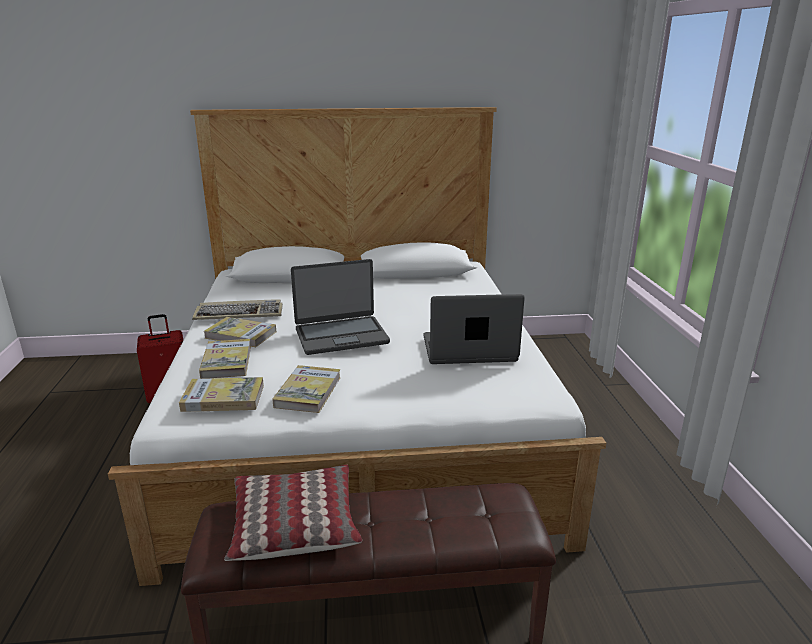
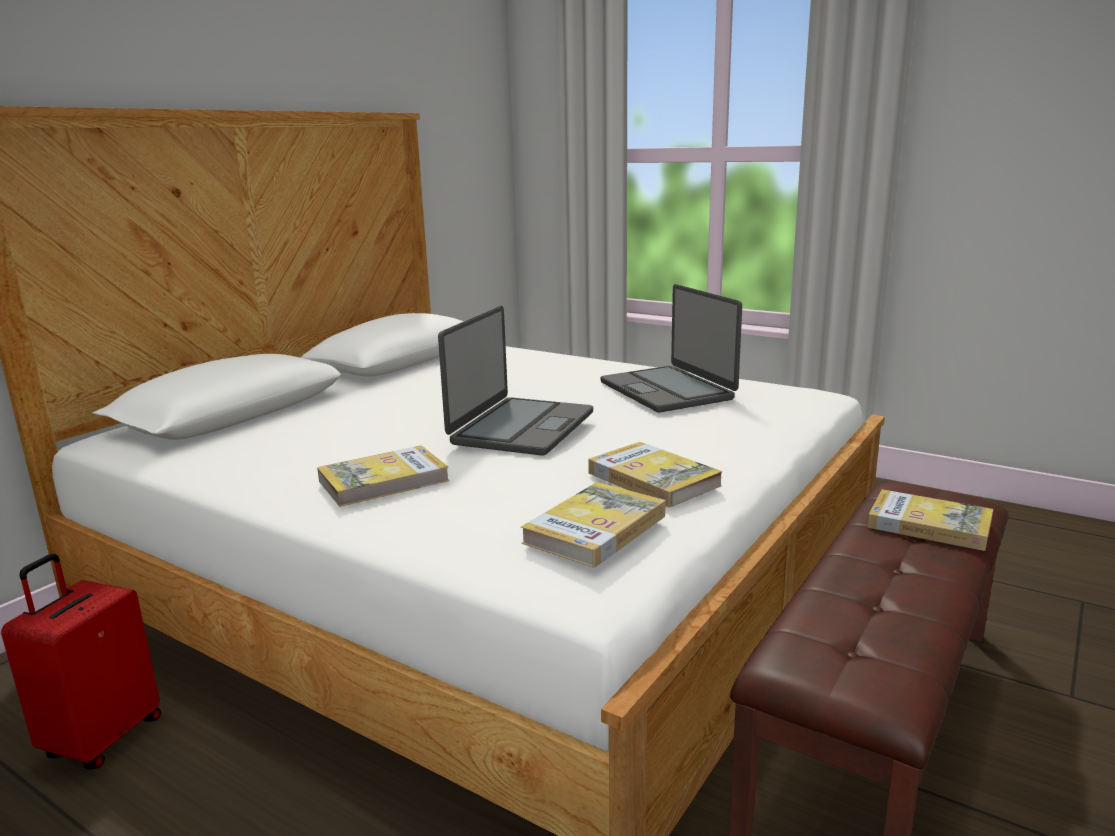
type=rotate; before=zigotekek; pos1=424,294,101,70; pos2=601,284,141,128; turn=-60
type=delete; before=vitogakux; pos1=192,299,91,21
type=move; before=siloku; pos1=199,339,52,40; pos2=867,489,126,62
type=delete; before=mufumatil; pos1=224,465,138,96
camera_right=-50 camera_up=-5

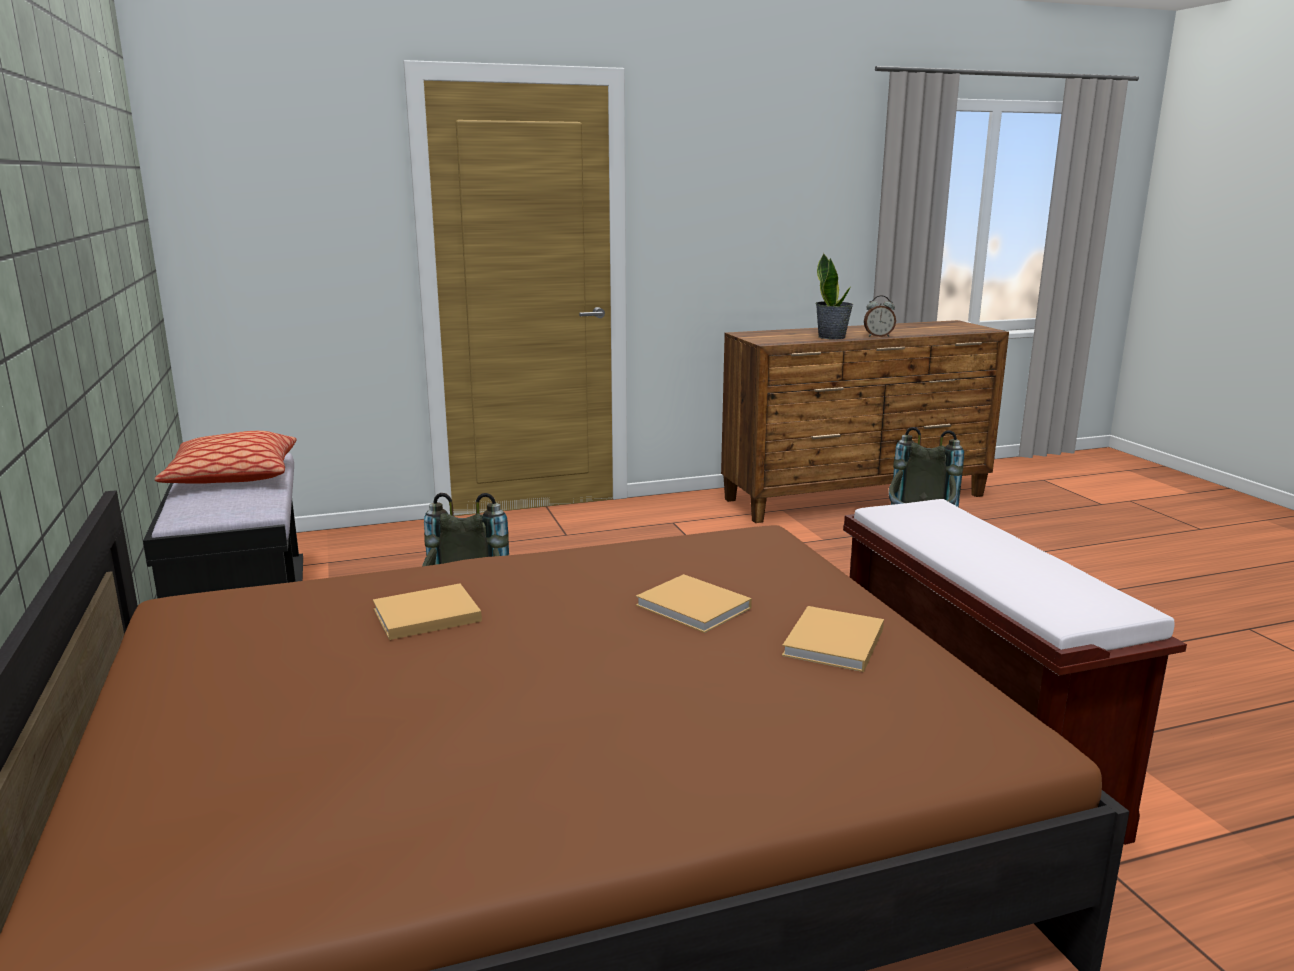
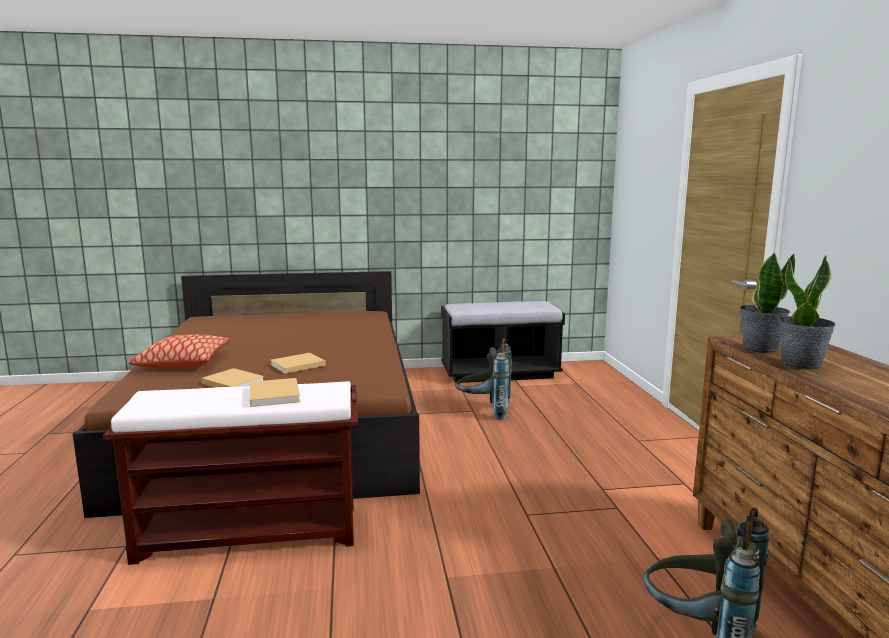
type=delete; before=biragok; pos1=864,295,32,42
type=move; before=mufumatil; pos1=155,431,142,53; pos2=129,334,101,34
type=move; before=beige siloku; pos1=373,584,109,56; pos2=250,378,50,29
type=insert; after=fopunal; pos2=739,252,56,102
camera_right=100 camera_up=-5

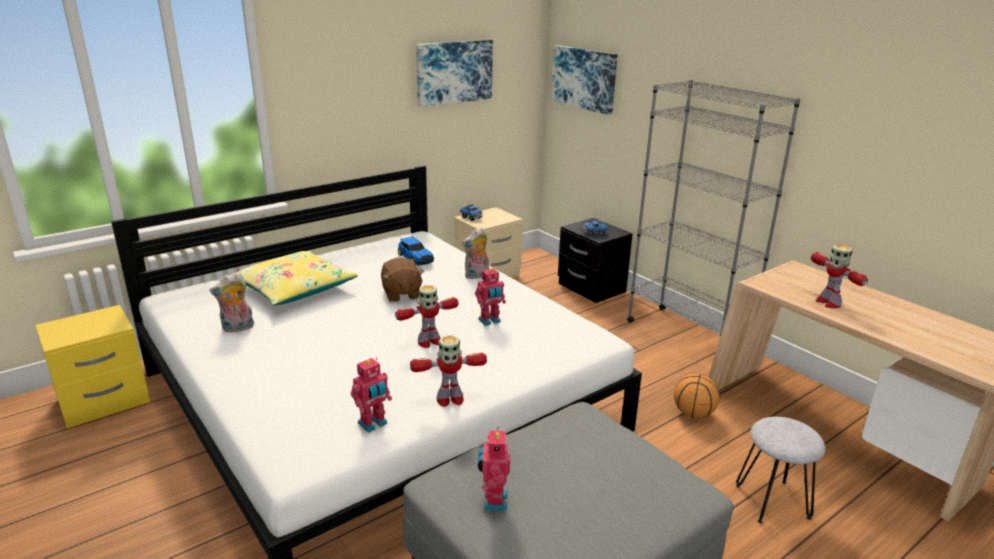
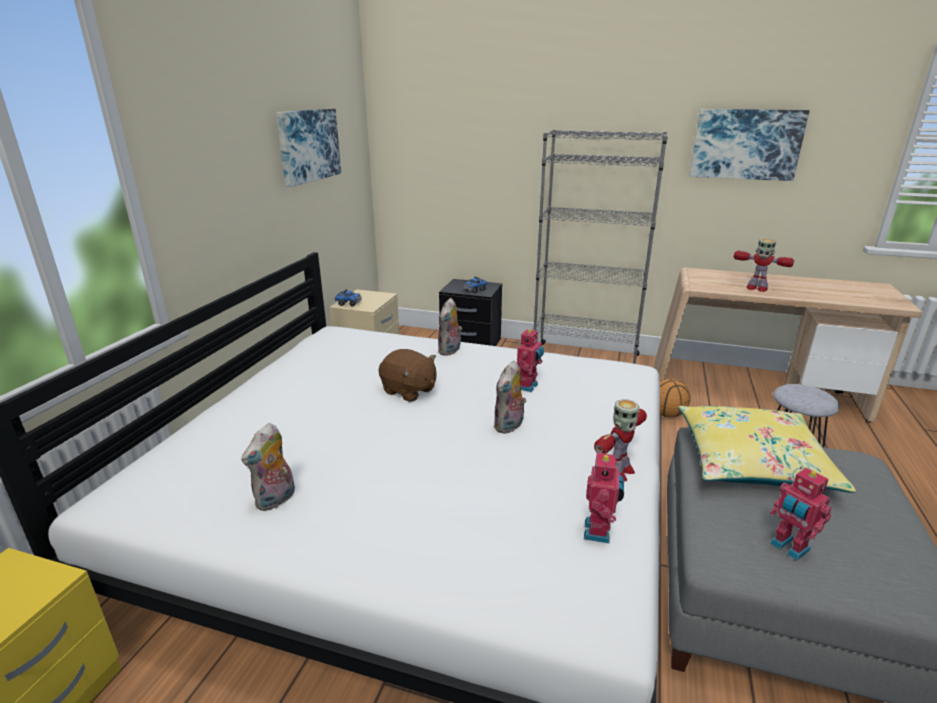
type=move; before=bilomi; pos1=551,45,67,70; pos2=690,109,120,72
type=delete; before=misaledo; pos1=398,236,36,30
type=move; before=yellow mufumatil; pos1=230,251,128,55; pos2=678,406,178,87
type=replace; before=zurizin; after=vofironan; pos1=395,285,64,63; pos2=494,361,33,73
camera_right=-35 camera_up=0

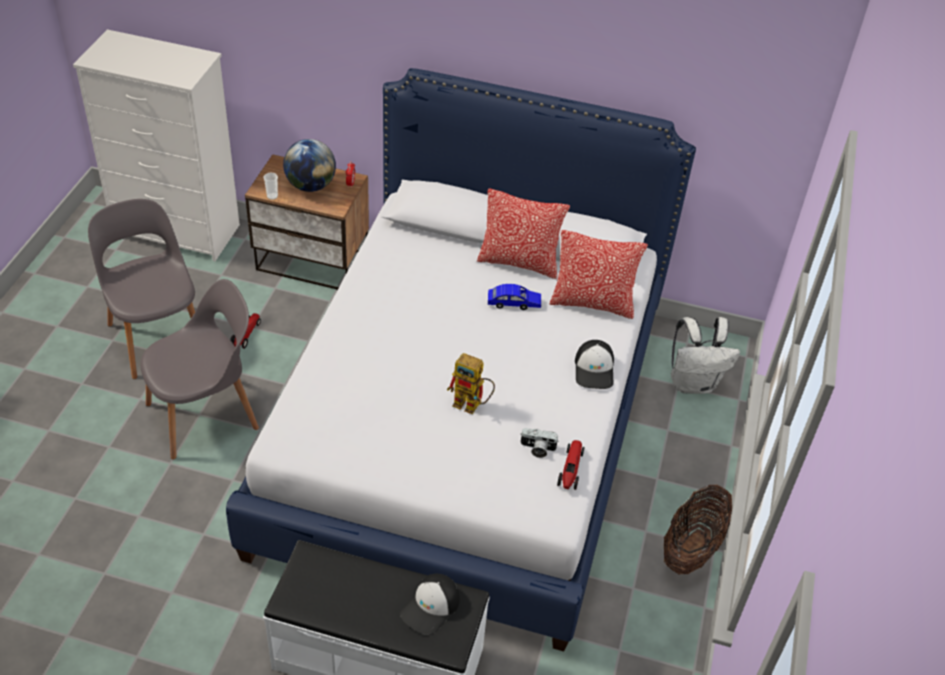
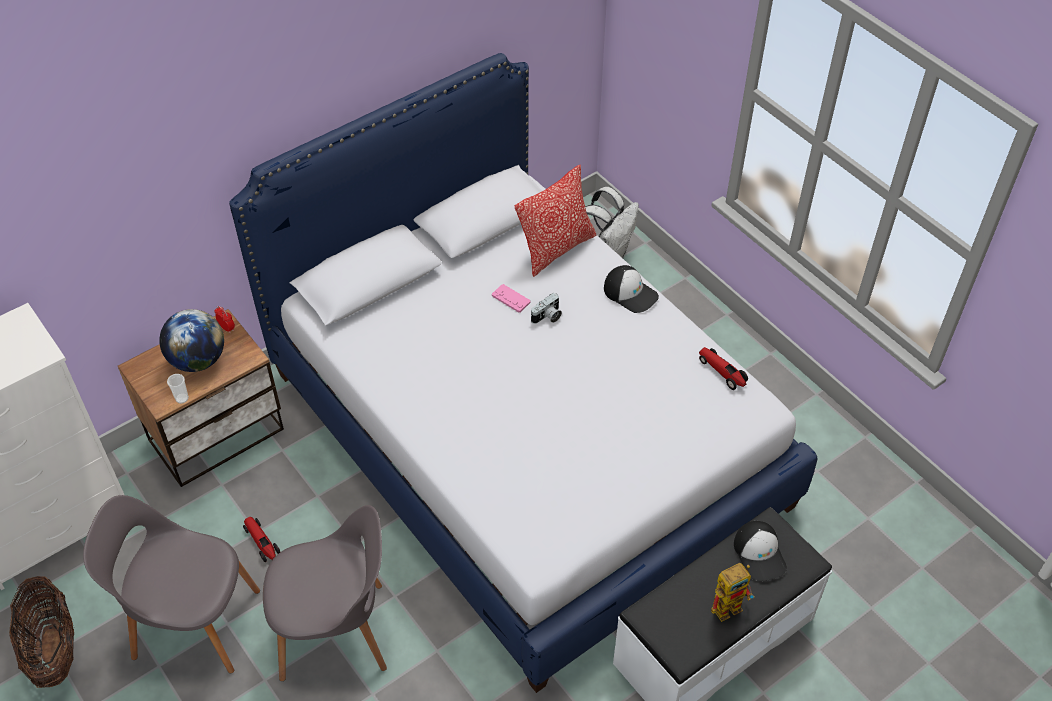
type=delete; before=mufumatil; pos1=477,188,93,91
type=rotate; before=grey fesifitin; pos1=140,279,119,181; pos2=263,505,124,176; turn=75
type=replace; before=blue misaledo; after=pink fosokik; pos1=488,284,53,26; pos2=492,284,38,29
type=move; before=zurizin; pos1=447,353,48,61; pos2=711,563,44,59
type=move; before=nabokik; pos1=520,428,39,30; pos2=531,293,31,31
type=move; before=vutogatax; pos1=664,485,68,89; pos2=9,576,65,112
camera_right=-50 camera_up=5

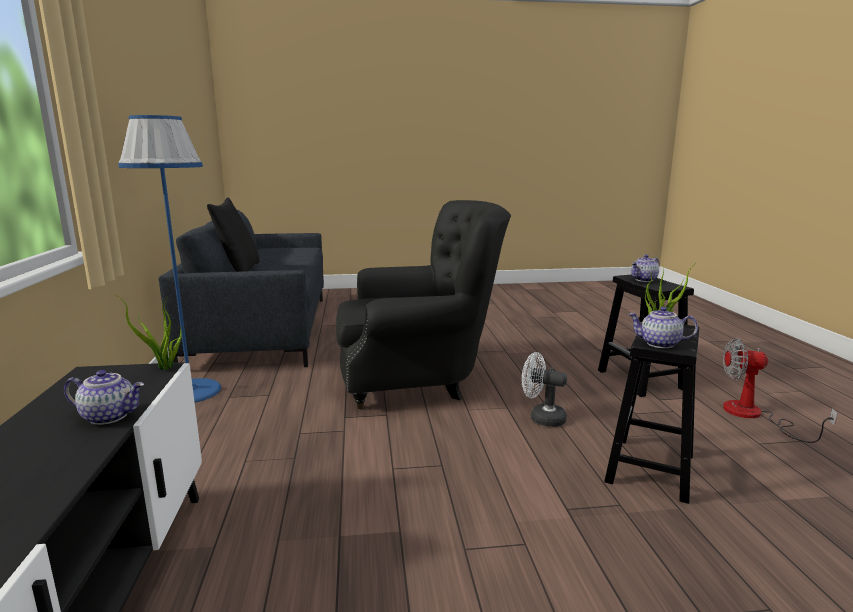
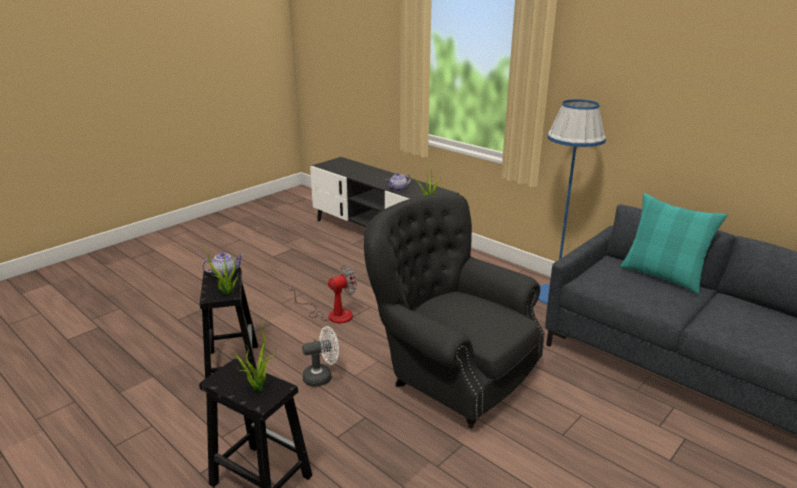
type=recolor; before=black mufumatil; after=turquoise mufumatil; pos1=207,198,52,74; pos2=620,193,107,101
type=rotate; before=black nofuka; pos1=336,200,175,209; pos2=364,193,180,235; turn=90
type=replace; before=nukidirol; after=fopunal; pos1=631,255,29,27; pos2=233,318,43,74
type=move; before=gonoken; pos1=723,338,115,105; pos2=288,265,69,59
camera_right=140 camera_up=10

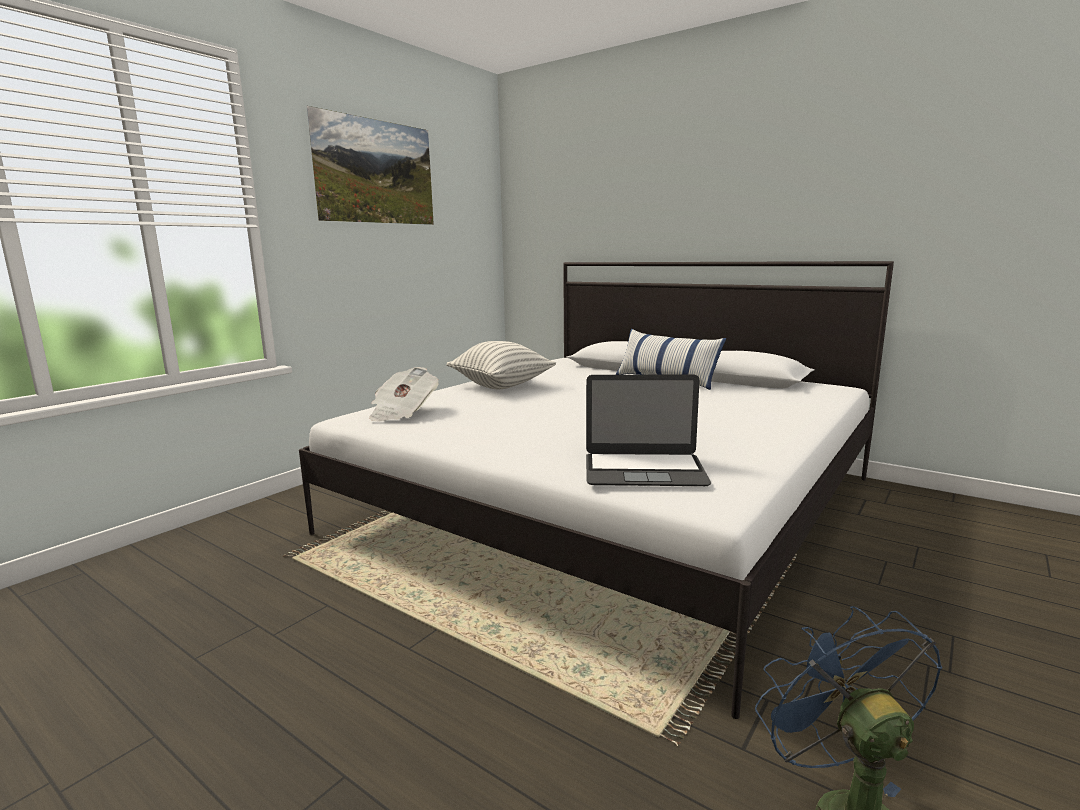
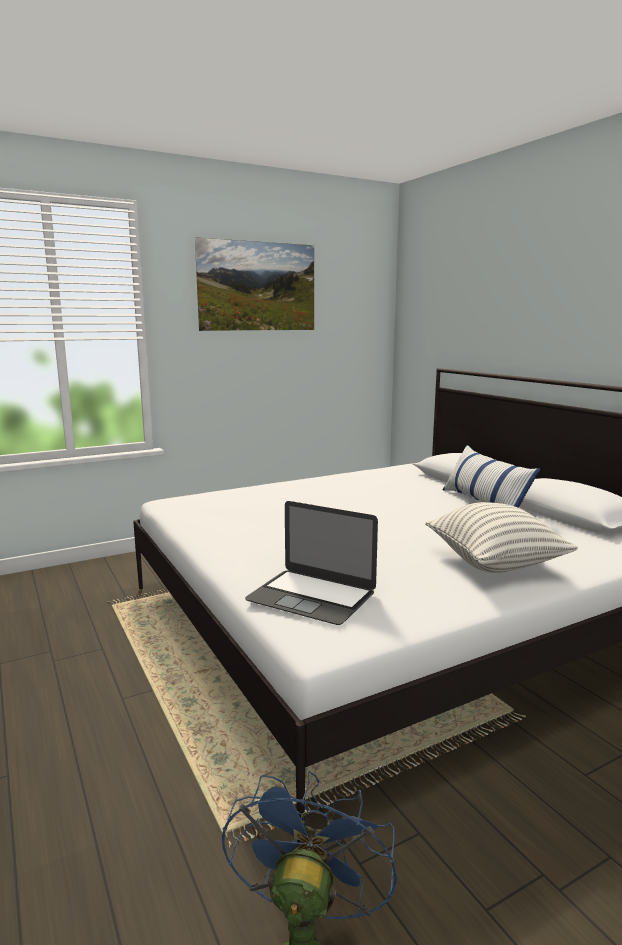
type=move; before=mufumatil; pos1=446,341,110,48; pos2=425,502,153,71
type=delete; before=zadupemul; pos1=369,367,70,54
camera_right=25 camera_up=0

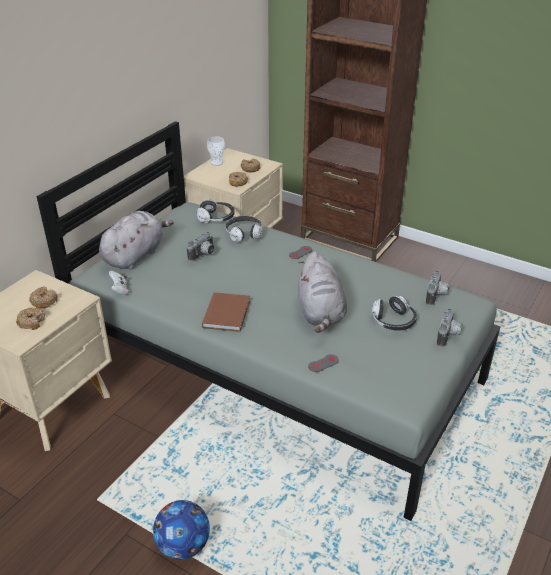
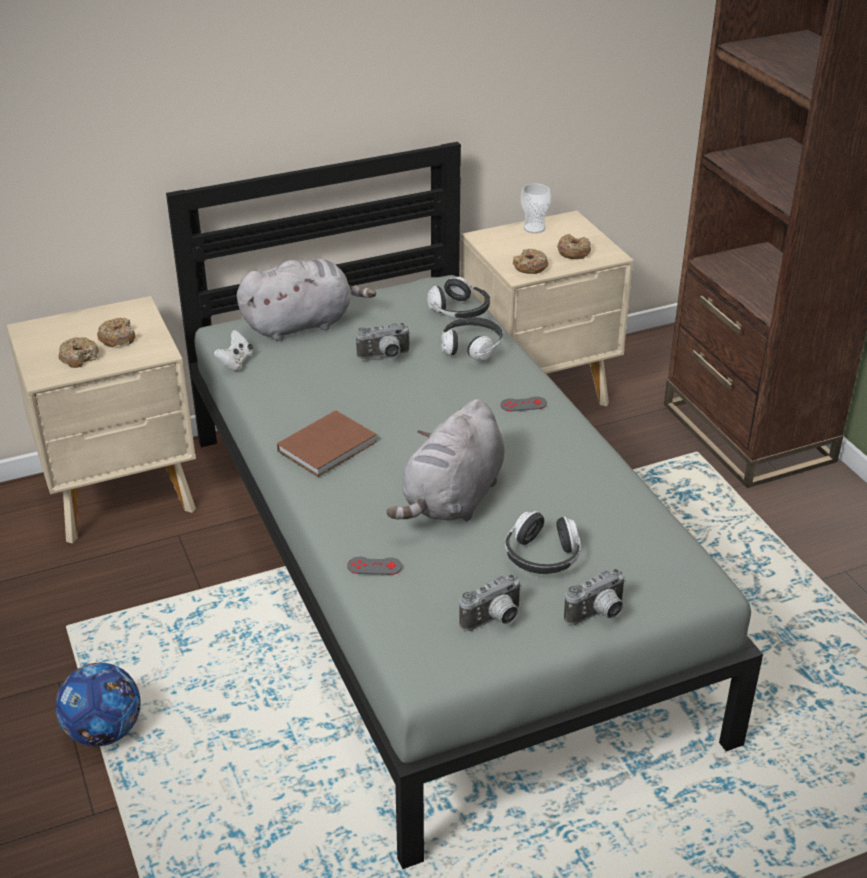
type=move; before=nabokik; pos1=426,271,23,35; pos2=459,574,63,57
camera_right=35 camera_up=0

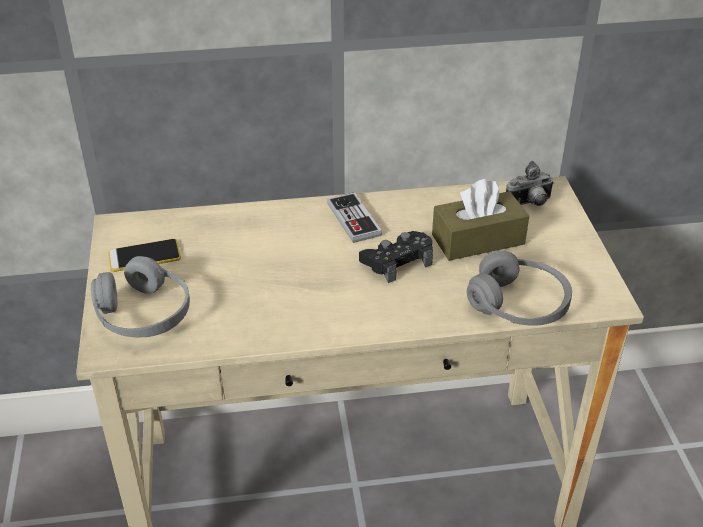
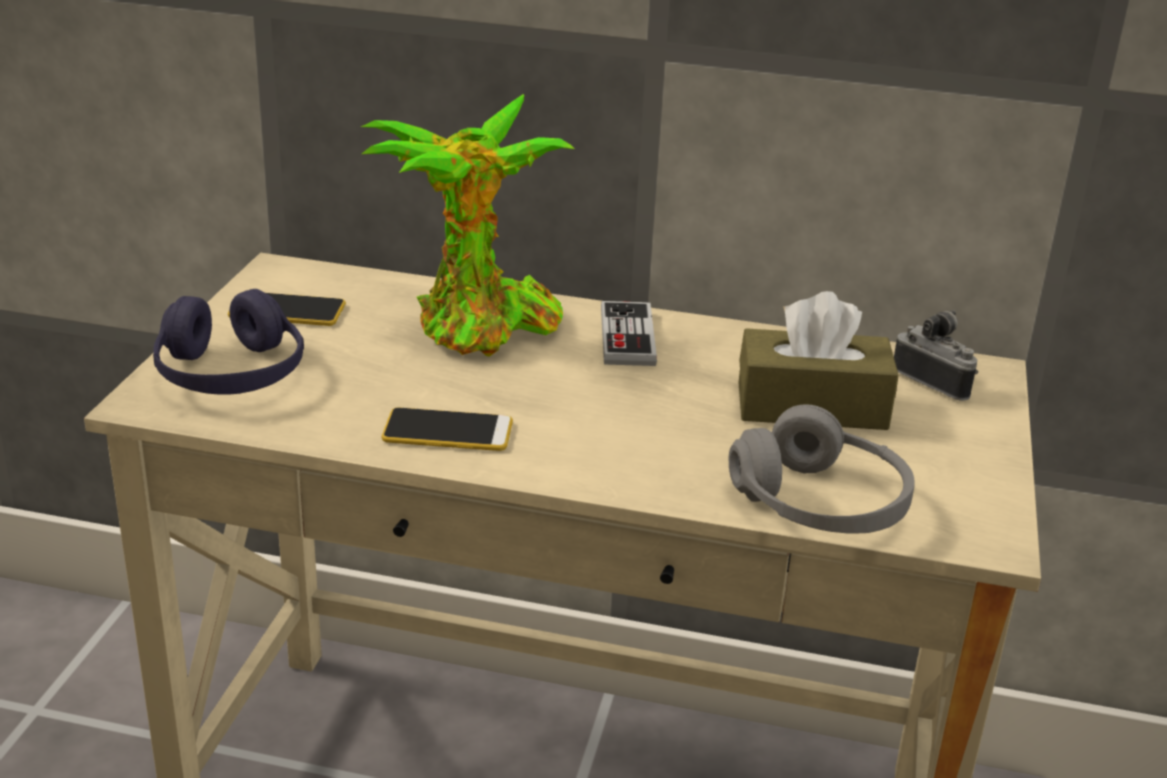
type=rotate; before=nabokik; pos1=506,161,48,45; pos2=894,310,84,91; turn=-135
type=delete; before=black fosokik; pos1=359,231,74,52
type=recolor; before=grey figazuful; after=purple figazuful; pos1=91,256,99,81; pos2=153,289,151,105
type=insert; after=fopunal; pos2=361,94,213,263
type=insert; after=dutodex; pos2=382,407,131,44
camera_right=20 camera_up=-10

